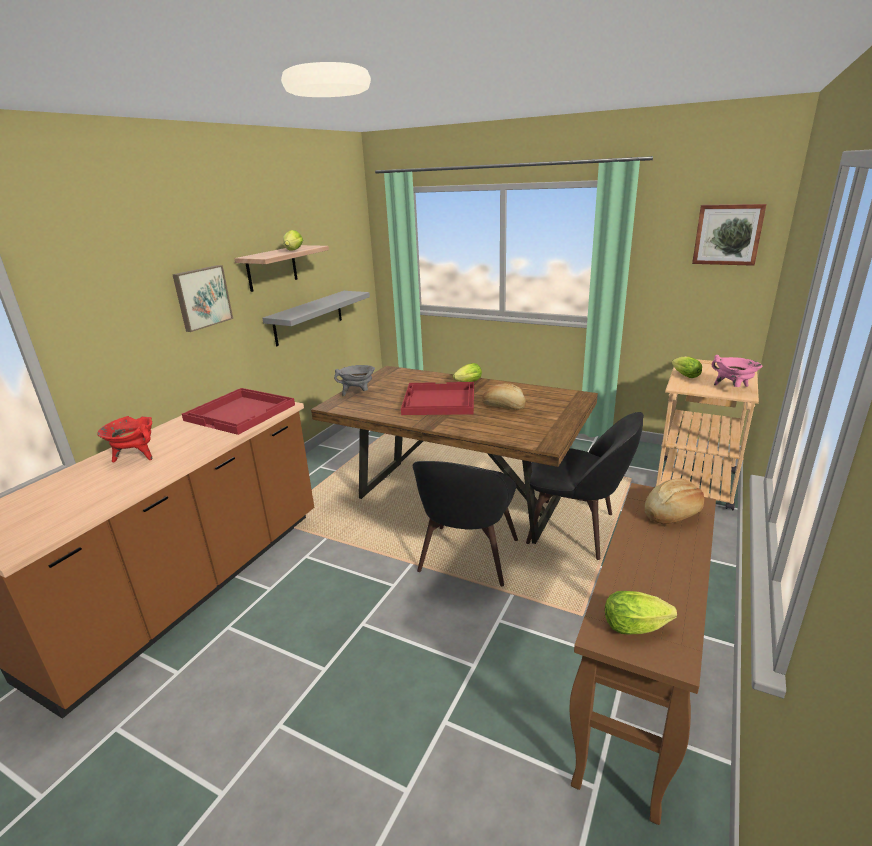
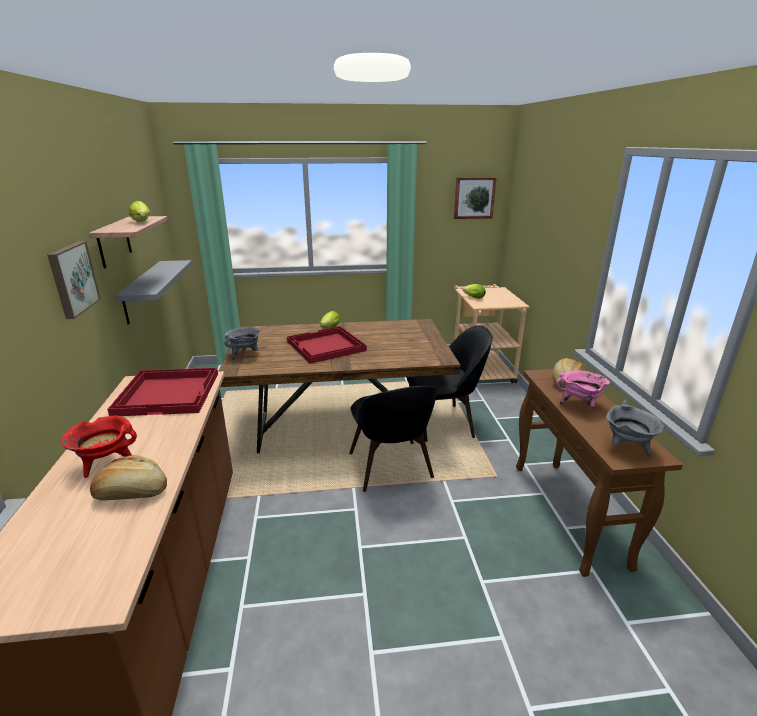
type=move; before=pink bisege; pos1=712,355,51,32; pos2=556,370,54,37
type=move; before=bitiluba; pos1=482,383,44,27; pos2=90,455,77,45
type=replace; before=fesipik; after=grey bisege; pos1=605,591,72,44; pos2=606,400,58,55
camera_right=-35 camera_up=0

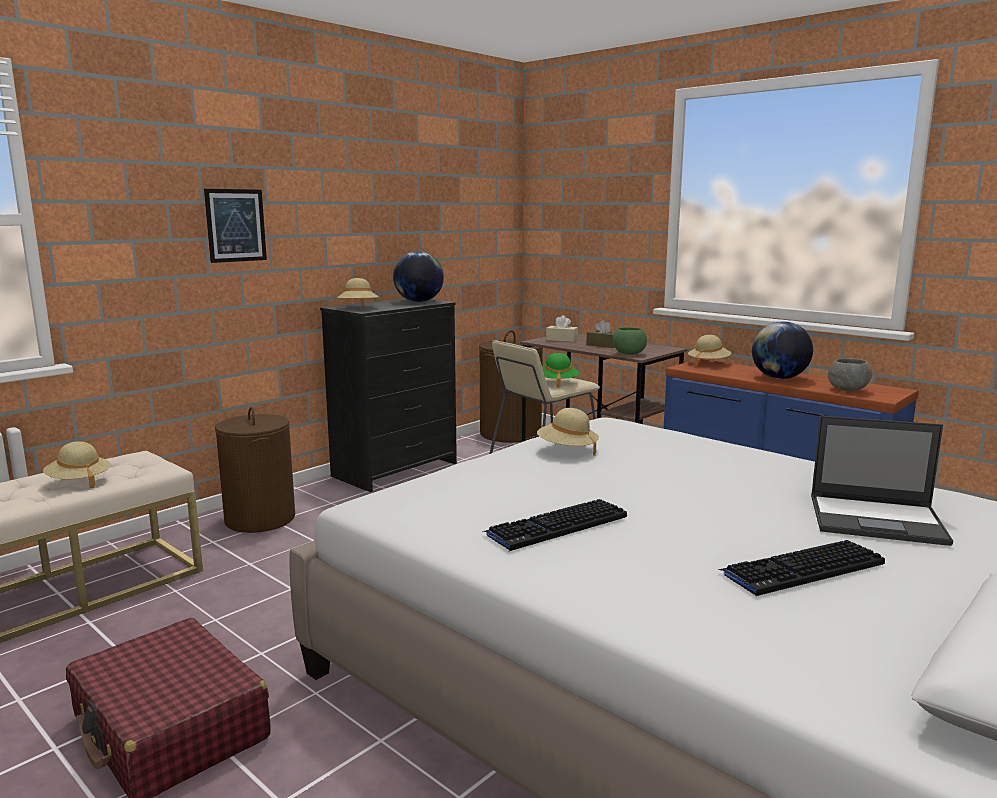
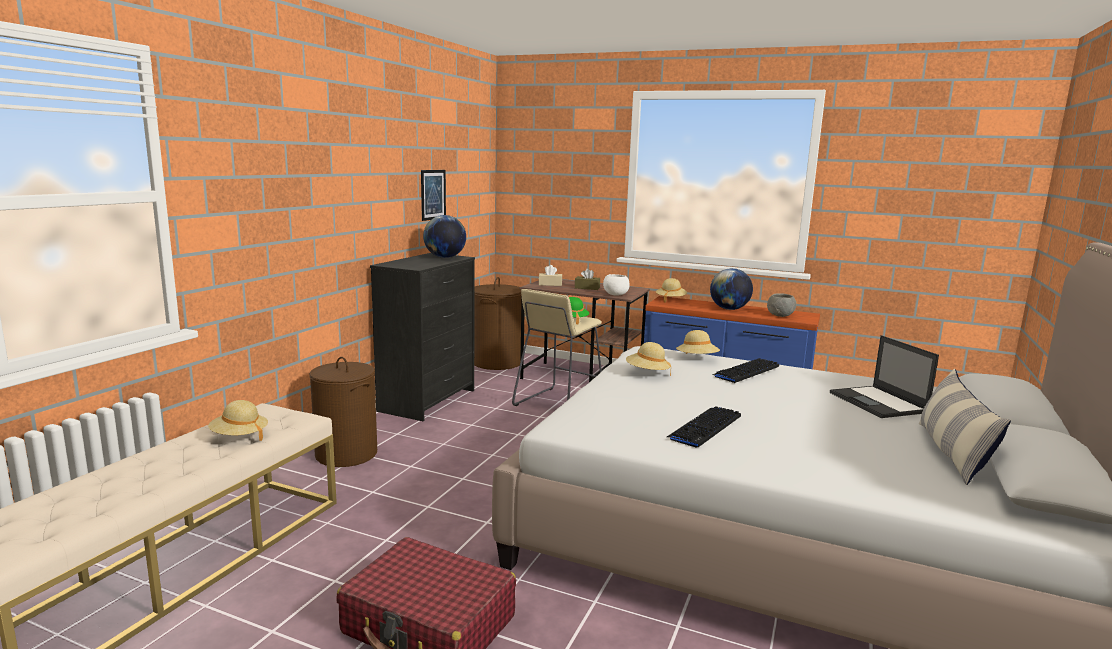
type=move; before=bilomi; pos1=204,189,63,74; pos2=421,170,25,51
type=move; before=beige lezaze; pos1=337,278,42,28; pos2=676,330,44,24
type=recolor; before=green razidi; after=white razidi; pos1=613,327,34,28; pos2=603,274,27,21
type=rotate; before=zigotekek; pos1=811,416,142,130; pos2=830,335,109,83; turn=75
type=move; before=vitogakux; pos1=719,540,166,56; pos2=712,358,67,25
type=insert; after=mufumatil; pos2=919,369,92,116
camera_right=-20 camera_up=0

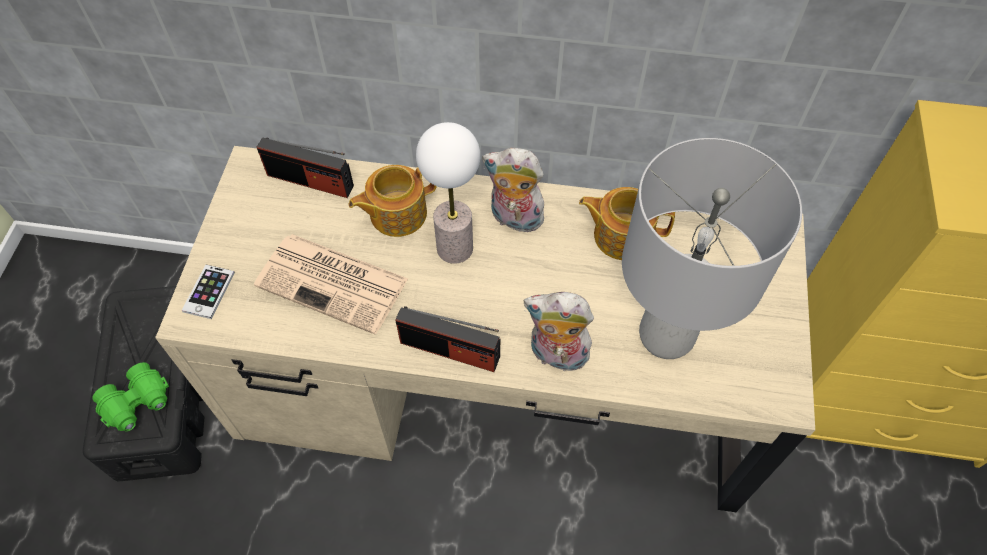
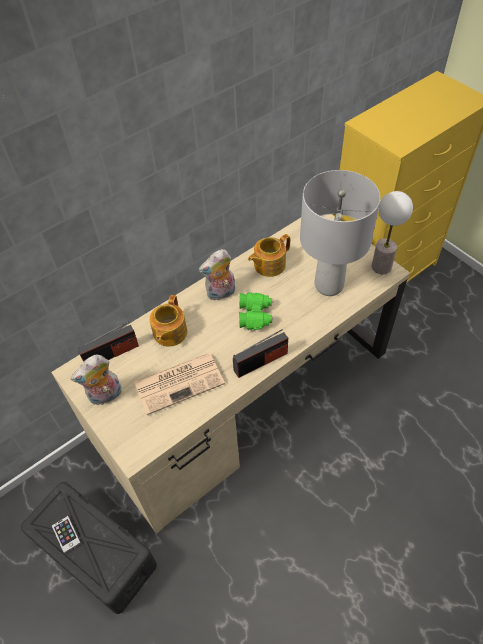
type=move; before=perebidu; pos1=416,122,64,142; pos2=372,191,41,83
type=move; before=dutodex; pos1=181,265,54,54; pos2=51,516,30,37
type=move; before=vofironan; pos1=524,292,70,79; pos2=71,355,51,50
type=move; before=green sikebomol; pos1=93,362,76,70; pos2=239,292,34,38
camera_right=-45 camera_up=-5

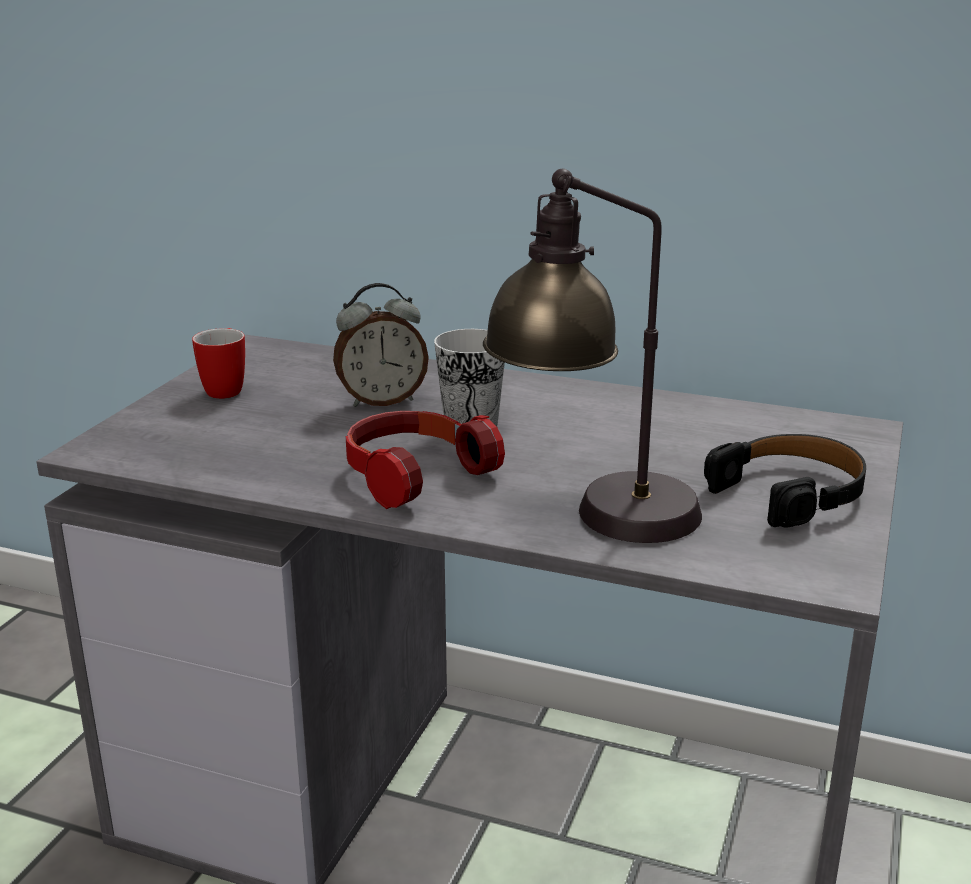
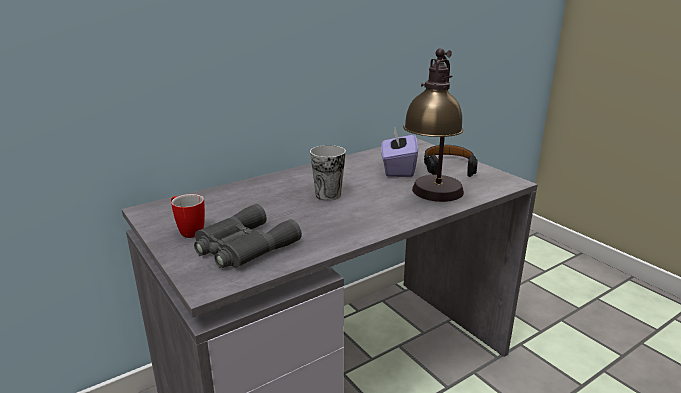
type=delete; before=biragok; pos1=333,283,96,124
type=delete; before=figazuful; pos1=346,411,159,98
type=insert; after=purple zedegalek; pos2=381,127,37,50
type=insert; after=grey sikebomol; pos2=194,204,108,64
camera_right=-55 camera_up=0

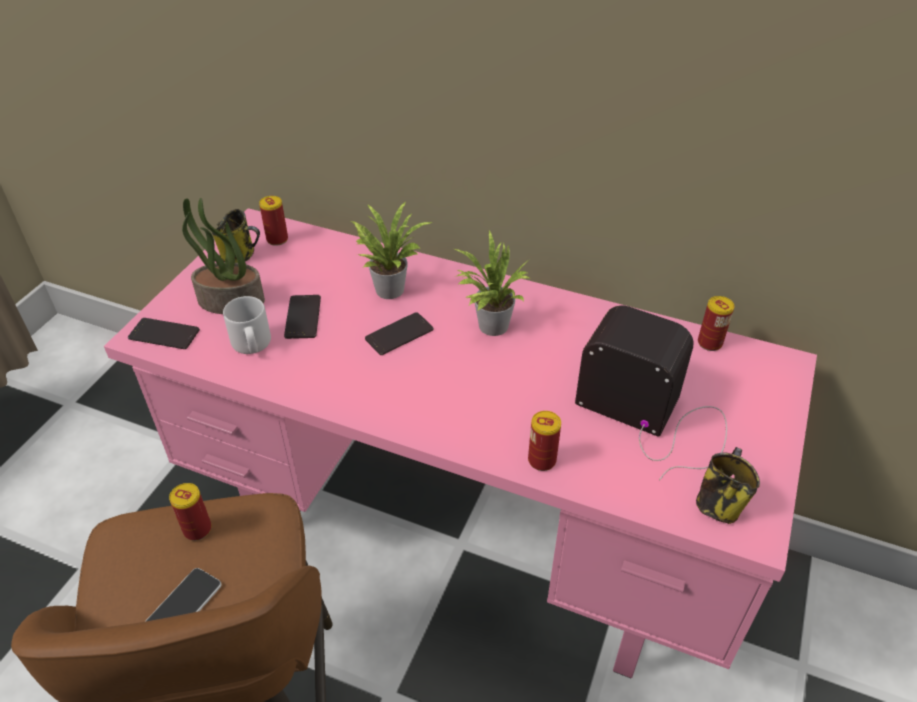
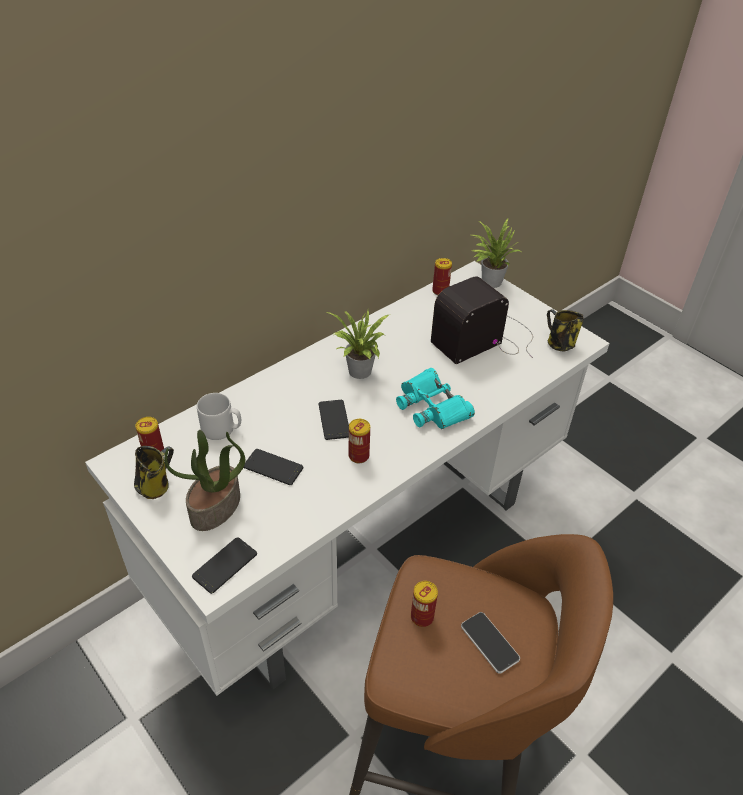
type=move; before=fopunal; pos1=351,202,82,97; pos2=472,218,49,70
type=recolor; before=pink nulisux; after=white nulisux; pos1=104,208,713,470; pos2=85,261,525,435
type=move; before=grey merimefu; pos1=223,296,48,58; pos2=197,393,44,47
type=move; before=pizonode; pos1=528,411,33,60; pos2=349,419,21,44
type=insert; after=turquoise sikebomol; pos2=396,368,79,61
camera_right=-65 camera_up=0

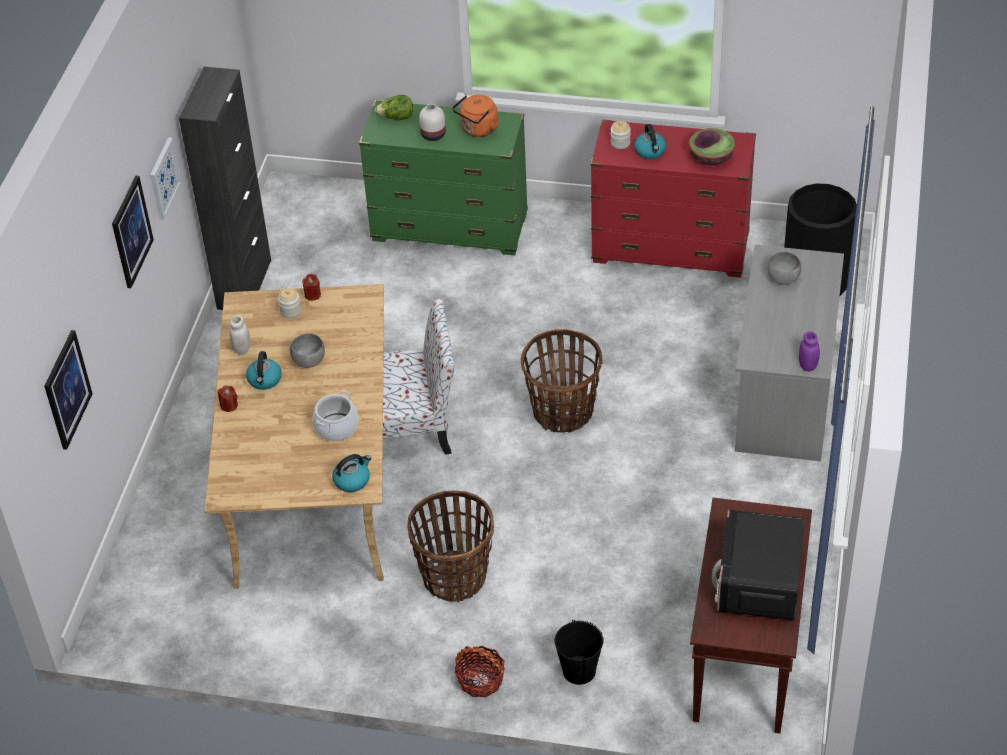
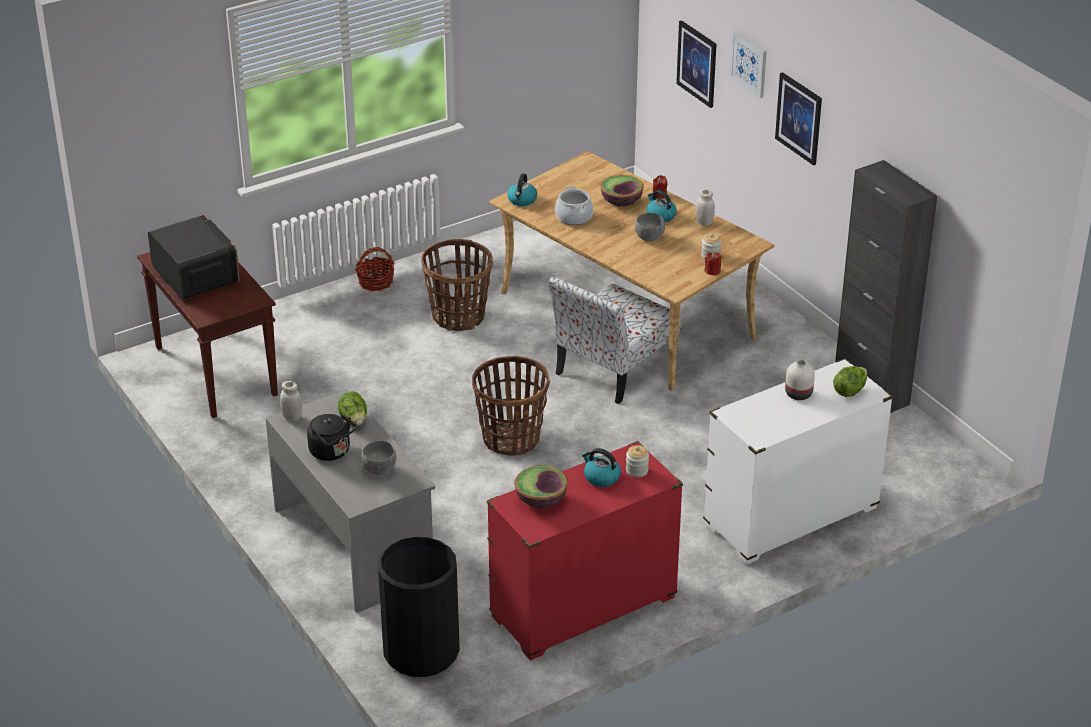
type=delete; before=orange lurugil; pos1=452,95,47,42
type=recolor; before=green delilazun; after=white delilazun; pos1=359,100,169,156; pos2=703,358,190,206
type=move; before=bilomi; pos1=150,137,32,83; pos2=730,31,37,67
type=recolor; before=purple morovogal; after=white morovogal; pos1=799,331,21,40; pos2=280,381,22,40
type=delete; before=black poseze; pos1=555,620,49,65
type=insert; after=razidi; pos2=600,175,44,31
type=insert; after=fesipik; pos2=338,391,29,34
type=insert; after=black lurugil; pos2=307,414,50,47
camera_right=135 camera_up=-10

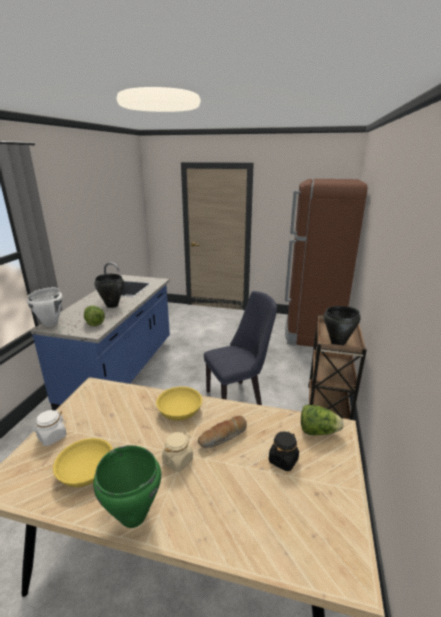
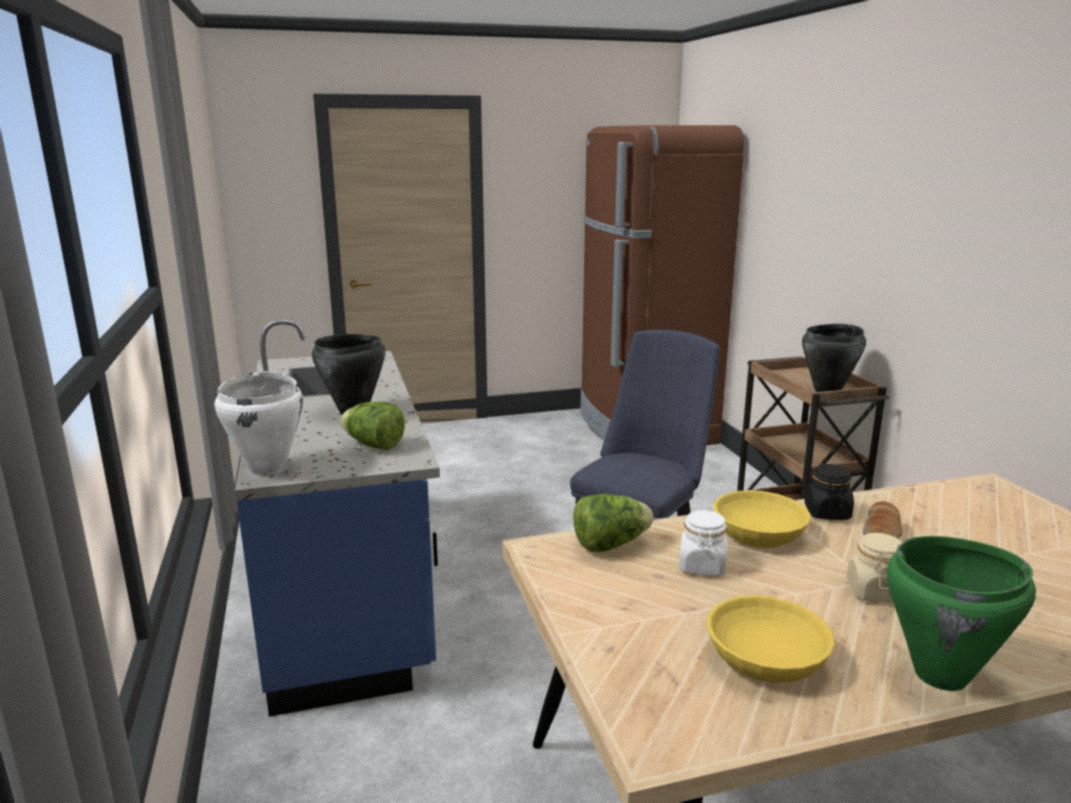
type=move; before=fesipik; pos1=301,405,43,30; pos2=573,494,81,58
type=move; before=white morovogal; pos1=32,410,35,36; pos2=679,509,49,67
type=move; before=black morovogal; pos1=269,431,30,40; pos2=804,464,50,56
camera_right=-30 camera_up=-5

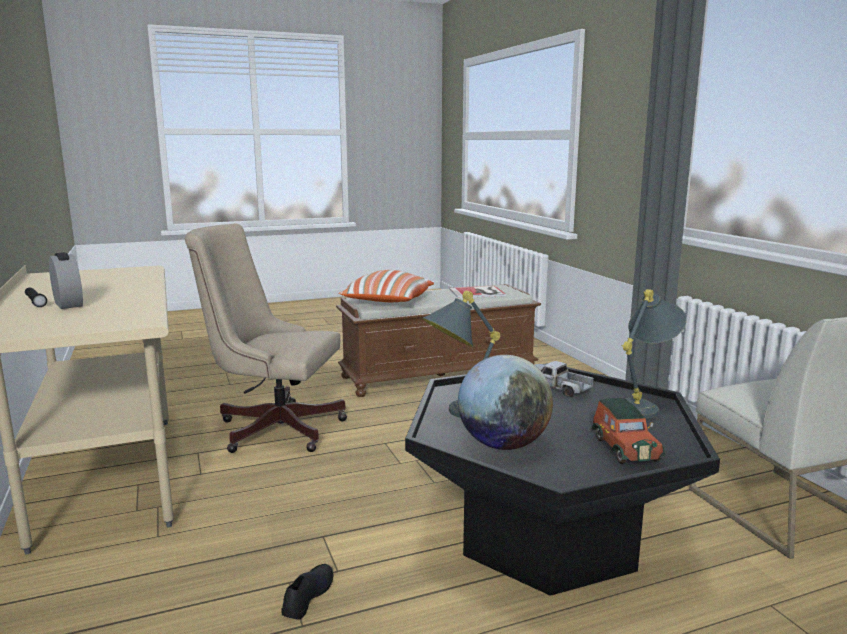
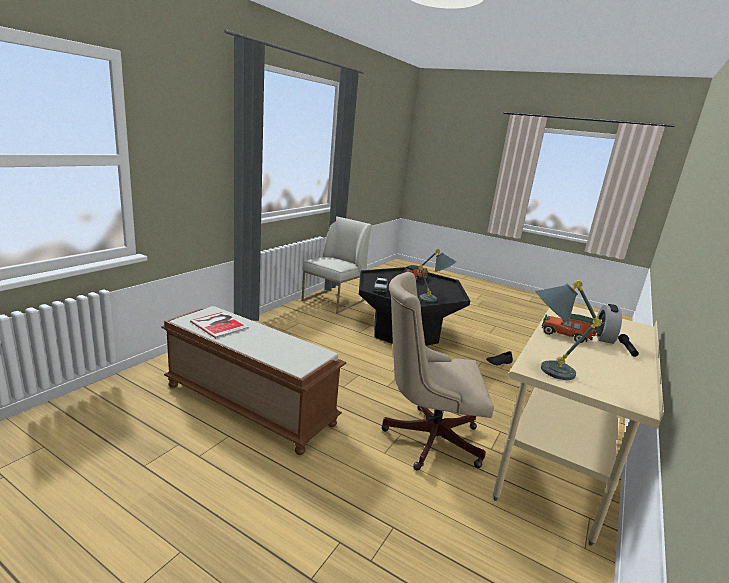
type=rotate; before=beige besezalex; pos1=185,223,162,230; pos2=381,272,113,199; turn=120
type=delete; before=mufumatil; pos1=339,270,95,32
type=move; before=grey perebidu; pos1=622,289,65,130; pos2=535,280,67,100
type=delete; before=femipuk; pos1=458,355,95,95
type=insert; after=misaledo; pos2=542,314,55,29
camera_right=-130 camera_up=5

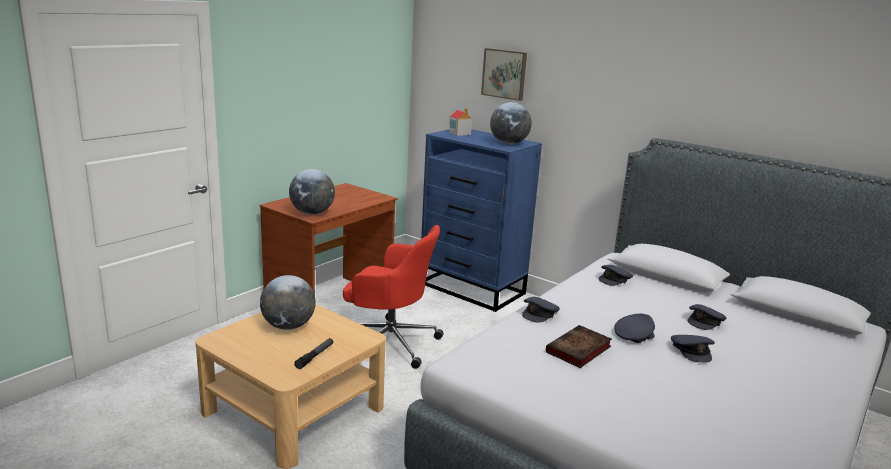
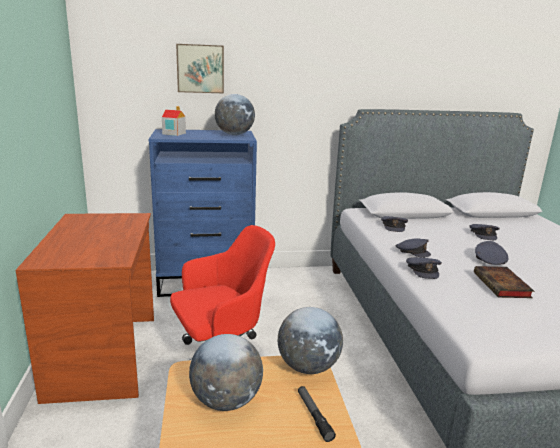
type=move; before=femipuk; pos1=289,169,46,46; pos2=278,307,65,67
type=move; before=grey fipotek; pos1=671,335,44,27; pos2=396,238,35,20
camera_right=-45 camera_up=0

